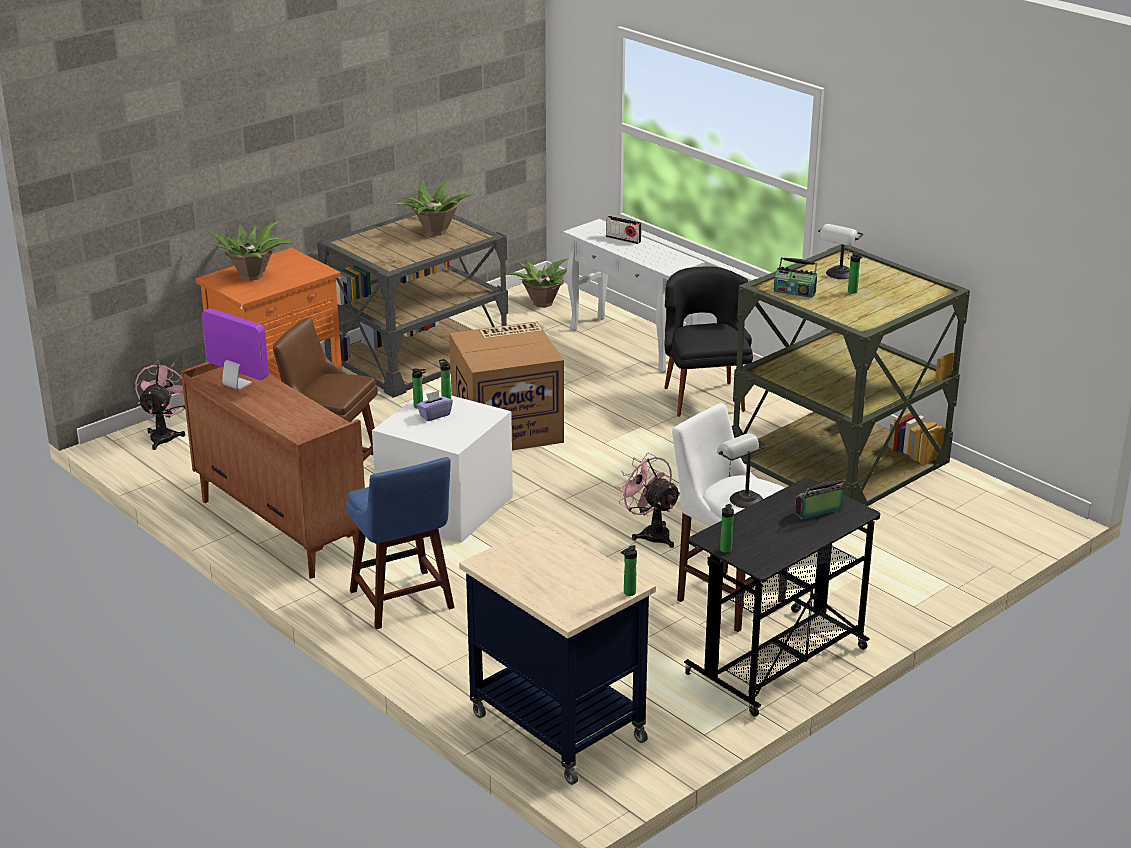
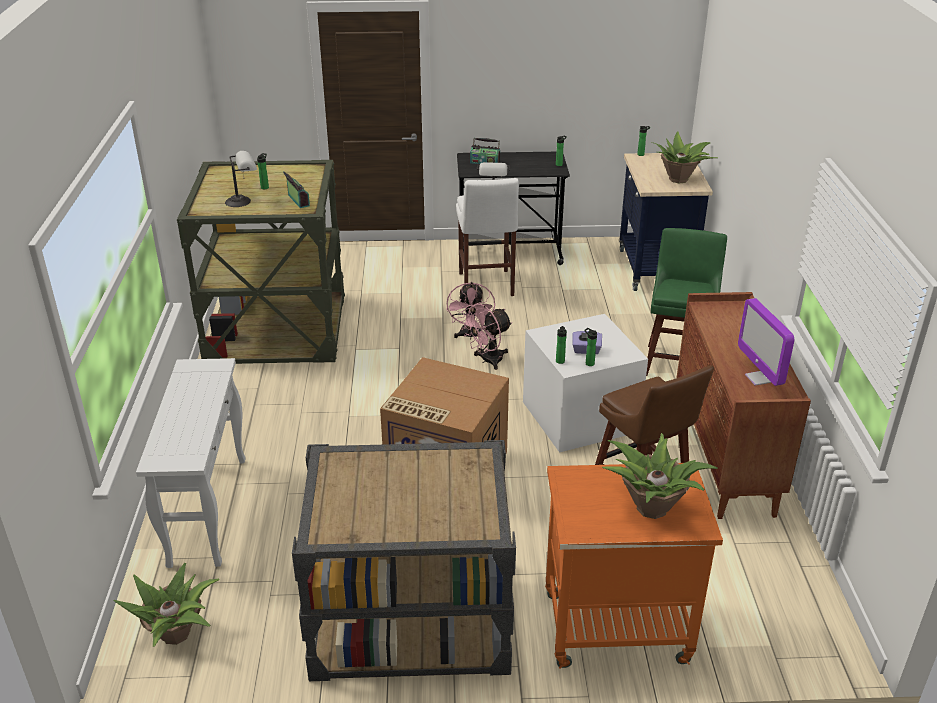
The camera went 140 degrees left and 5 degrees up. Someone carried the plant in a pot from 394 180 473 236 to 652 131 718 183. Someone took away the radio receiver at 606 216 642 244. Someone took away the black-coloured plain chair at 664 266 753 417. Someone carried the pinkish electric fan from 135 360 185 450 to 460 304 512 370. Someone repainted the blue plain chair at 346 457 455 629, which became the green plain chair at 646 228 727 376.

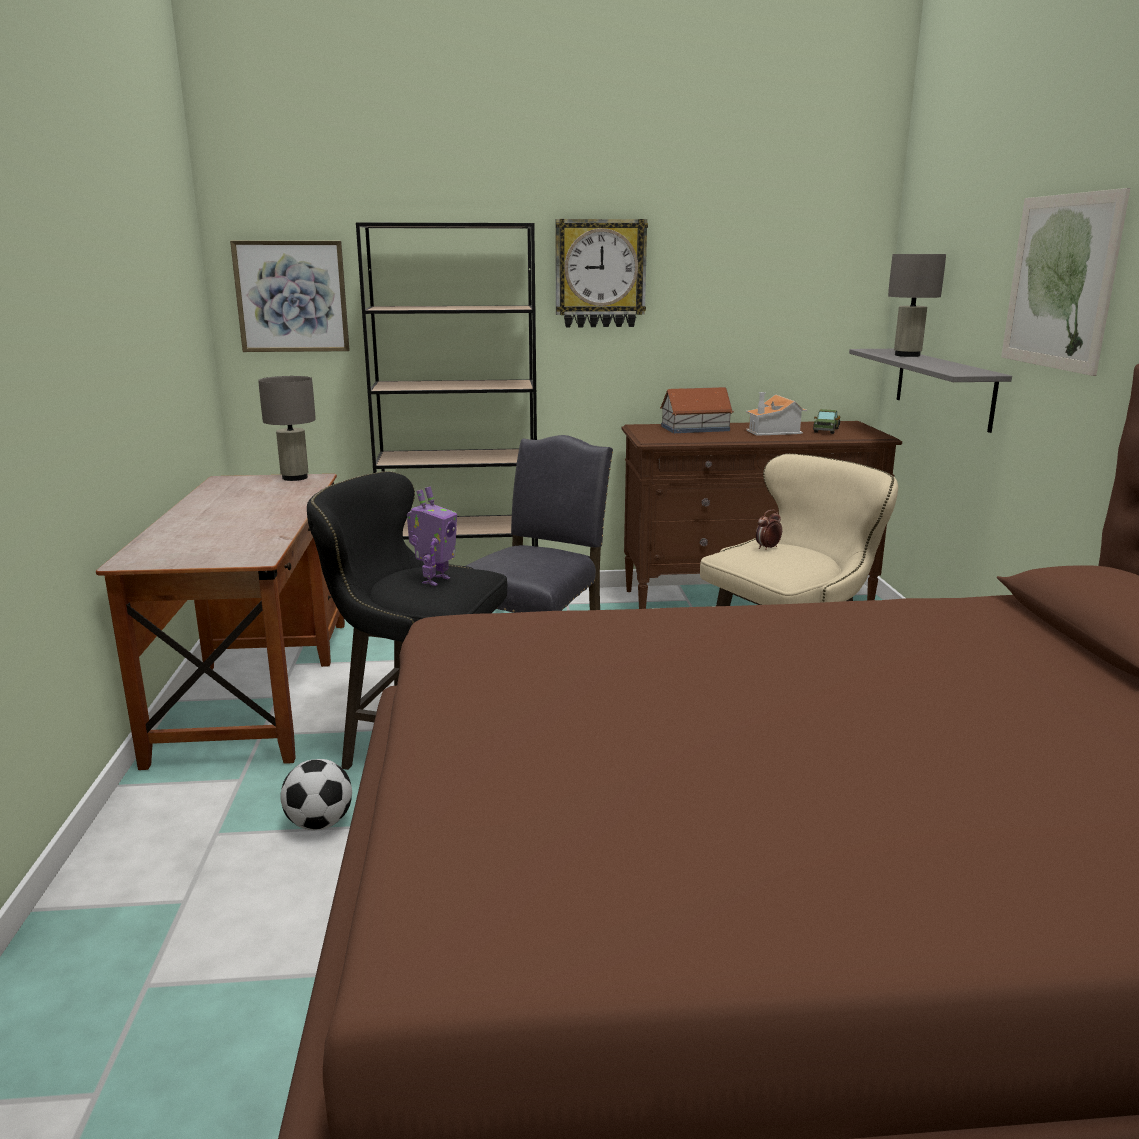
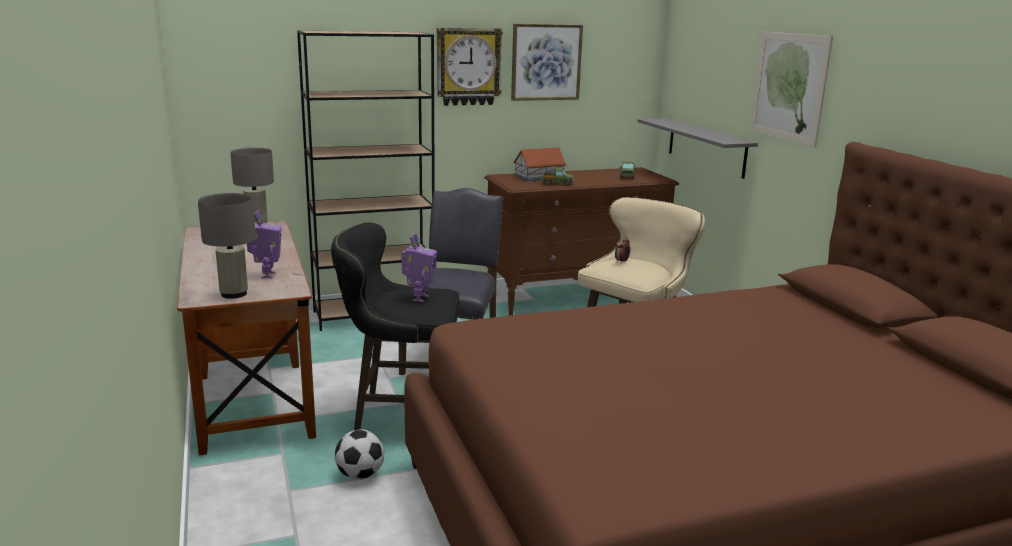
The camera went 15 degrees left and 0 degrees up. Someone carried the wall art from 230 241 349 352 to 511 24 583 101. Someone carried the greyish tabletop lamp from 888 254 946 357 to 198 193 256 299. Someone took away the miniature house at 746 392 807 436. Someone put down the model truck at 542 168 574 186. Someone put down the model robot at 247 210 282 279.

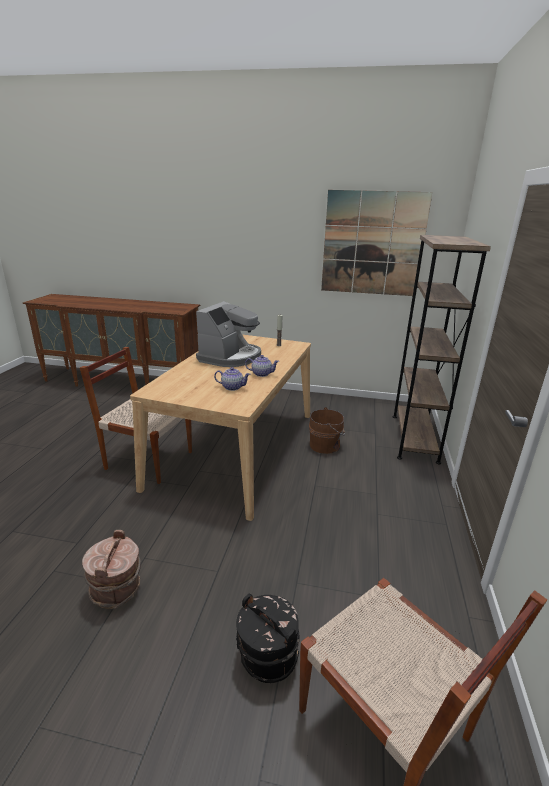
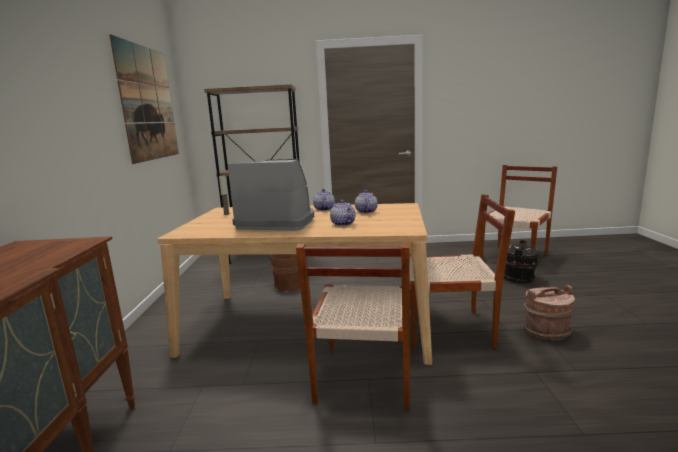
The camera went 100 degrees left and 10 degrees down. Someone put down the plain chair at 409 194 515 349. Someone put down the teapot at 330 200 355 226.

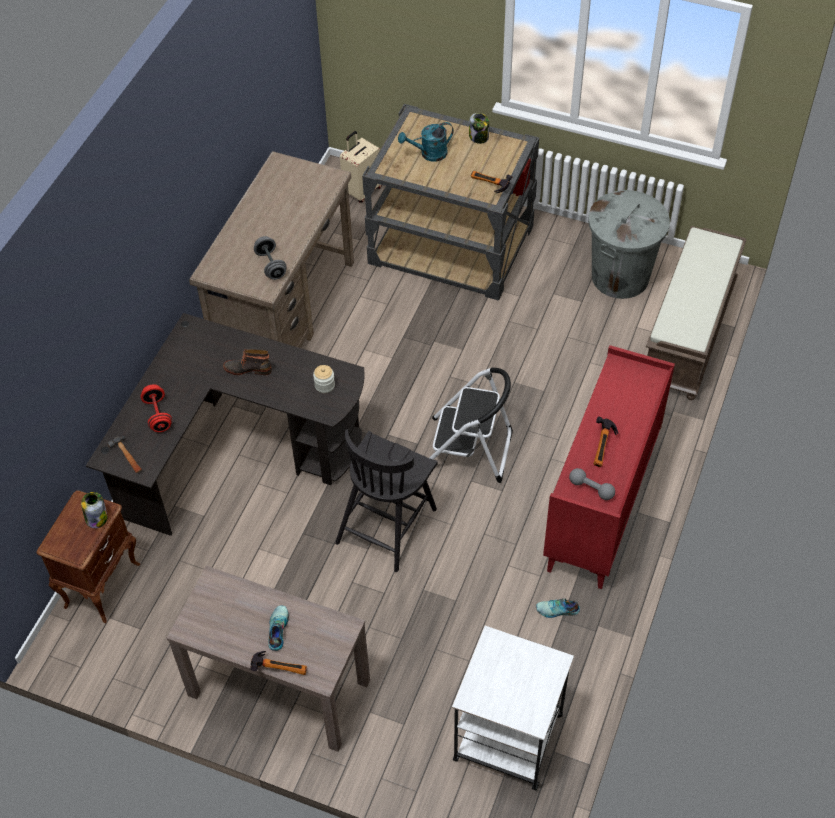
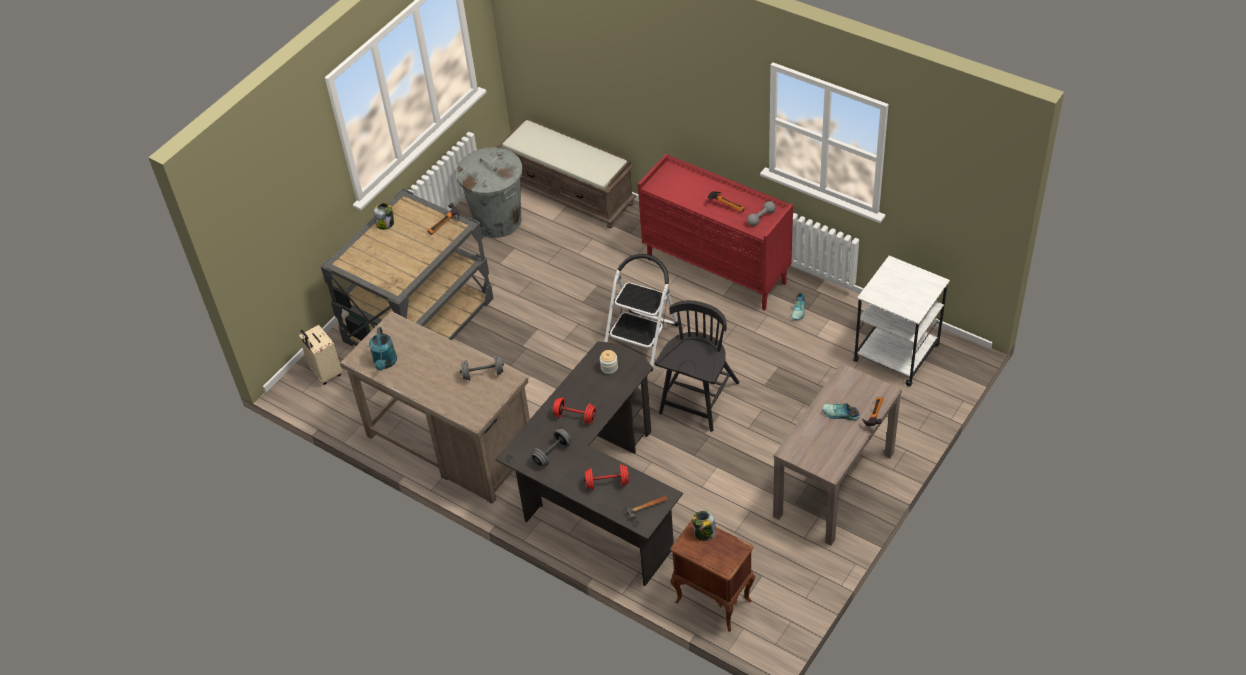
The camera went 75 degrees left and 5 degrees down. Someone carried the turquoise-coloured watering can from 398 122 454 162 to 369 327 397 370. Someone swapped the boot at 223 349 272 375 for the reddish dumbbell at 553 398 596 424. Someone rotated the black-coloured plain chair at 335 428 438 572 by 105 degrees counterclockwise. Someone put down the greyish dumbbell at 531 429 571 467.

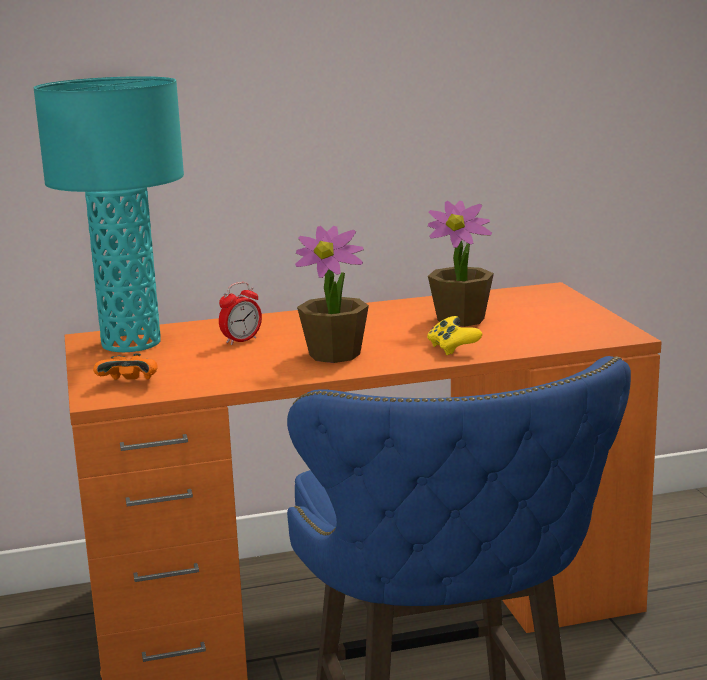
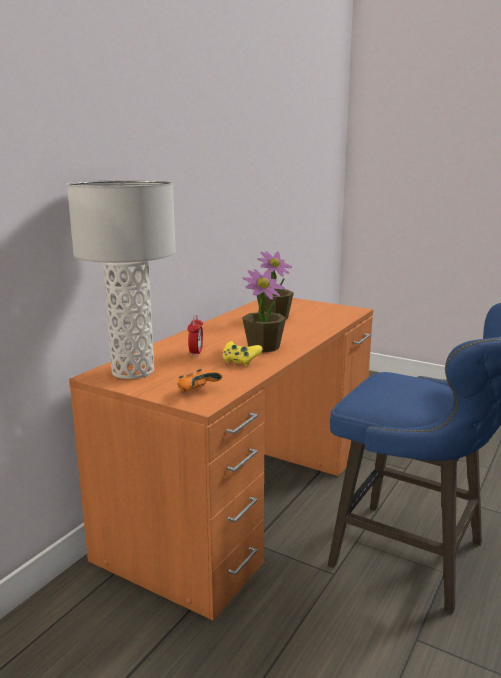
The camera went 45 degrees left and 0 degrees up. Someone repainted the turquoise-coloured tabletop lamp at 34 76 184 352, which became the whitish tabletop lamp at 67 180 176 379. Someone carried the yellow-coloured game controller from 427 316 482 355 to 223 341 262 367.

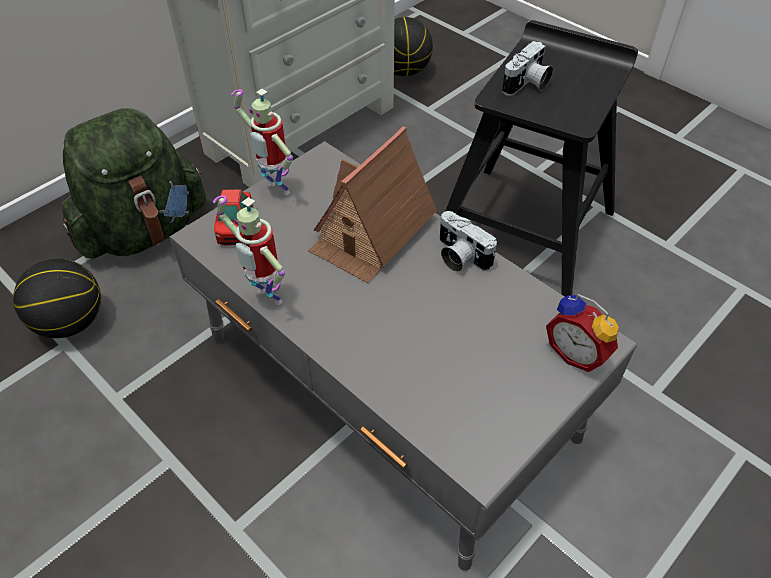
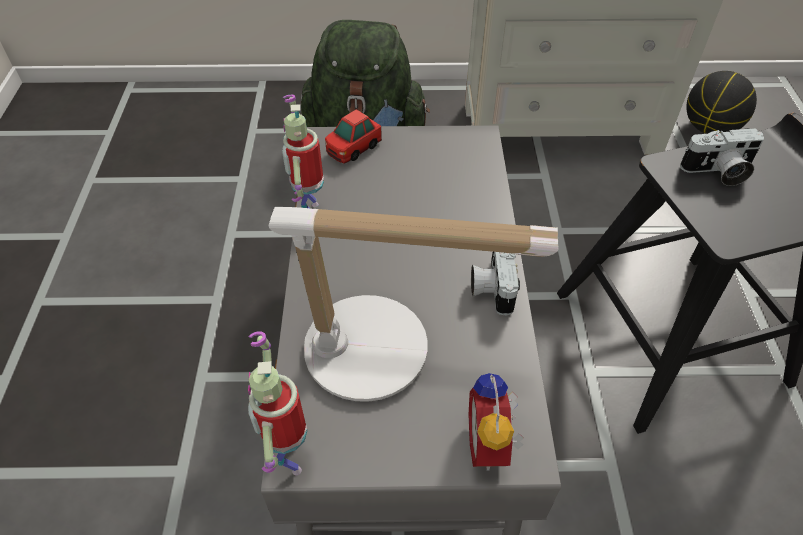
The camera went 45 degrees right and 0 degrees up. Someone carried the model robot from 231 89 293 195 to 248 331 307 475. Someone took away the miniature house at 308 126 437 283. Someone took away the basketball at 13 259 101 338. Someone put down the tabletop lamp at 269 207 558 402.

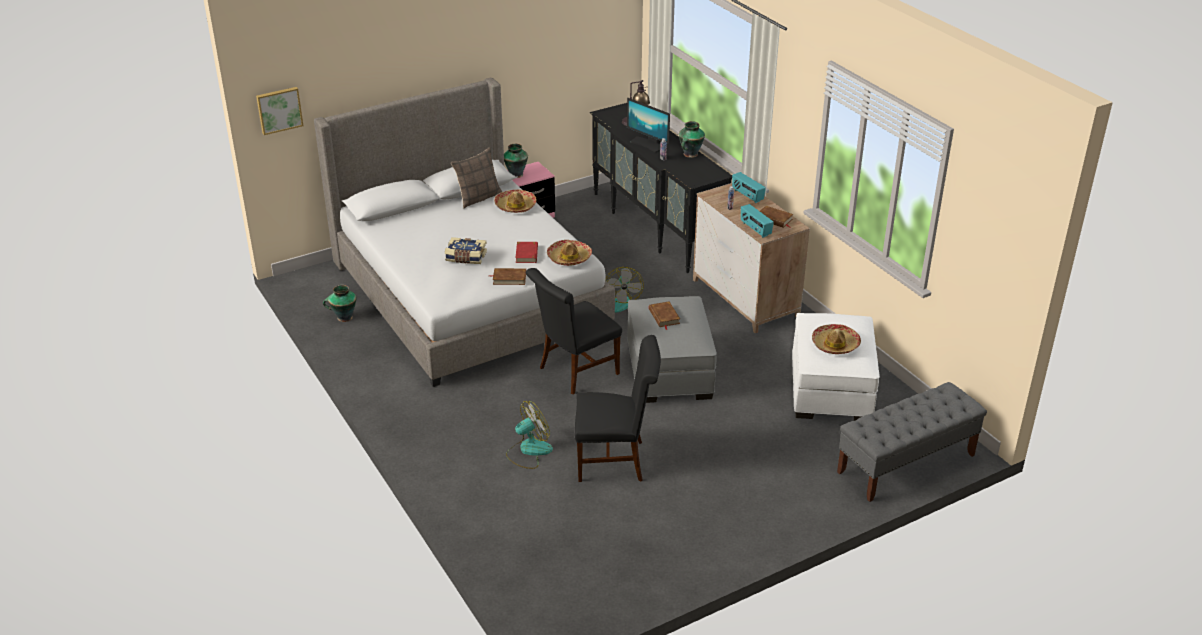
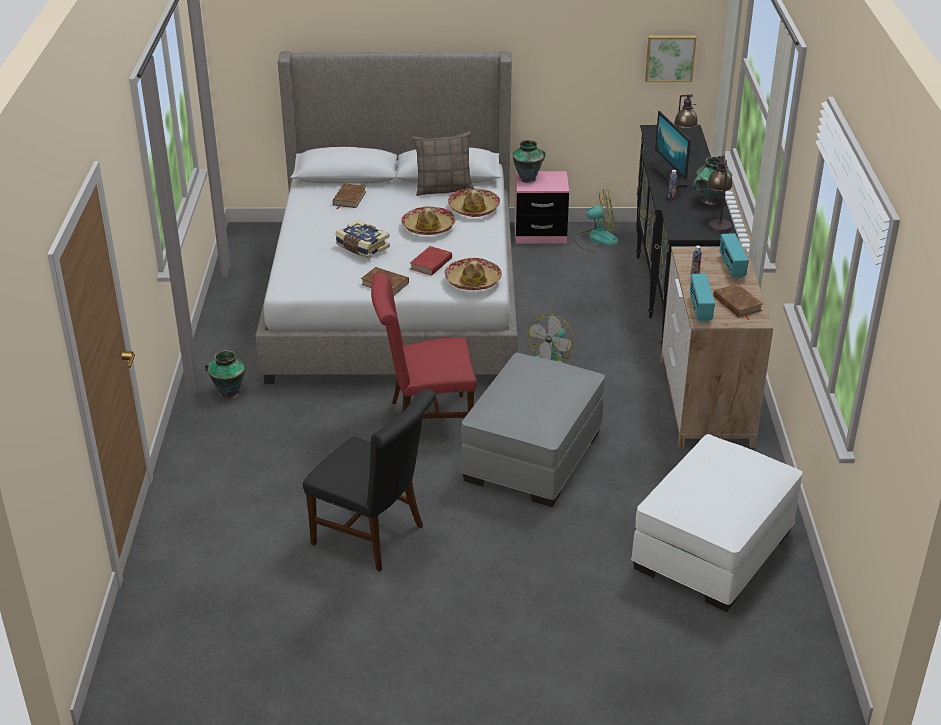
The camera went 30 degrees right and 0 degrees up. Someone carried the wall art from 256 87 303 135 to 645 36 696 82. Someone repainted the black-coloured plain chair at 526 268 622 395, which became the reddish plain chair at 371 273 477 419. Someone carried the flower vase from 323 285 357 322 to 205 350 245 399. Someone carried the brown-coloured book from 649 302 680 330 to 333 183 366 209. Someone carried the wearable hat from 812 324 861 354 to 401 206 455 235. Someone took away the greyish long seat at 837 382 987 502. Someone carried the electric fan from 506 401 553 469 to 573 189 618 252. Someone put down the tabletop lamp at 707 155 733 234.

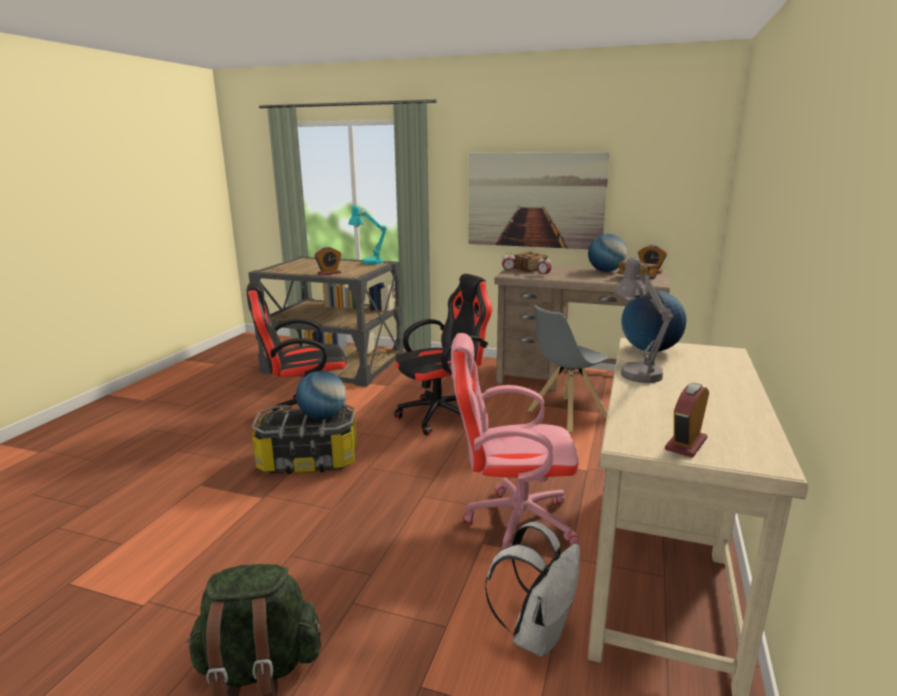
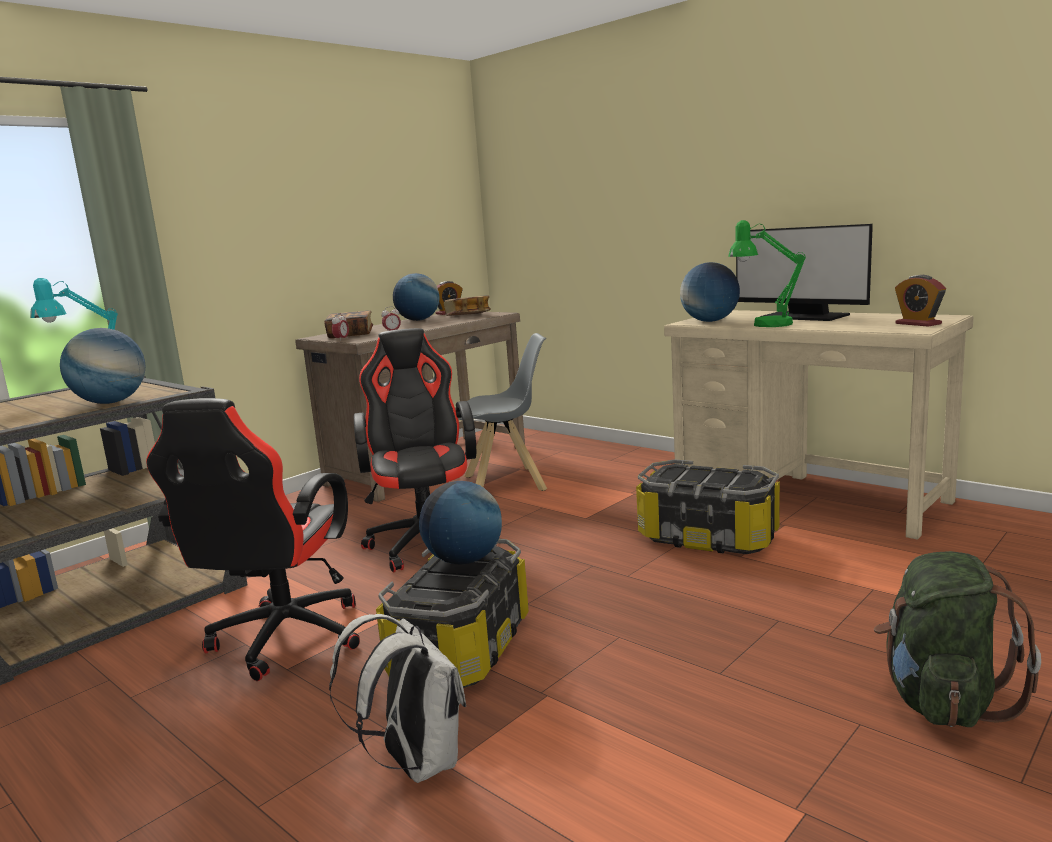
The camera went 65 degrees left and 5 degrees down. Someone took away the wall art at 469 152 610 249. Someone swapped the table clock at 314 247 341 276 for the globe at 60 328 145 404. Someone repainted the greyish tabletop lamp at 615 257 674 383, which became the green tabletop lamp at 728 220 806 327. Someone rotated the greyish plain chair at 527 305 610 433 by 90 degrees counterclockwise. Someone swapped the pinkish office chair at 451 333 579 560 for the storage container at 636 459 780 554. Someone carried the whitish knapsack from 485 521 580 657 to 329 614 466 783. Someone put down the monitor at 736 224 873 321.

